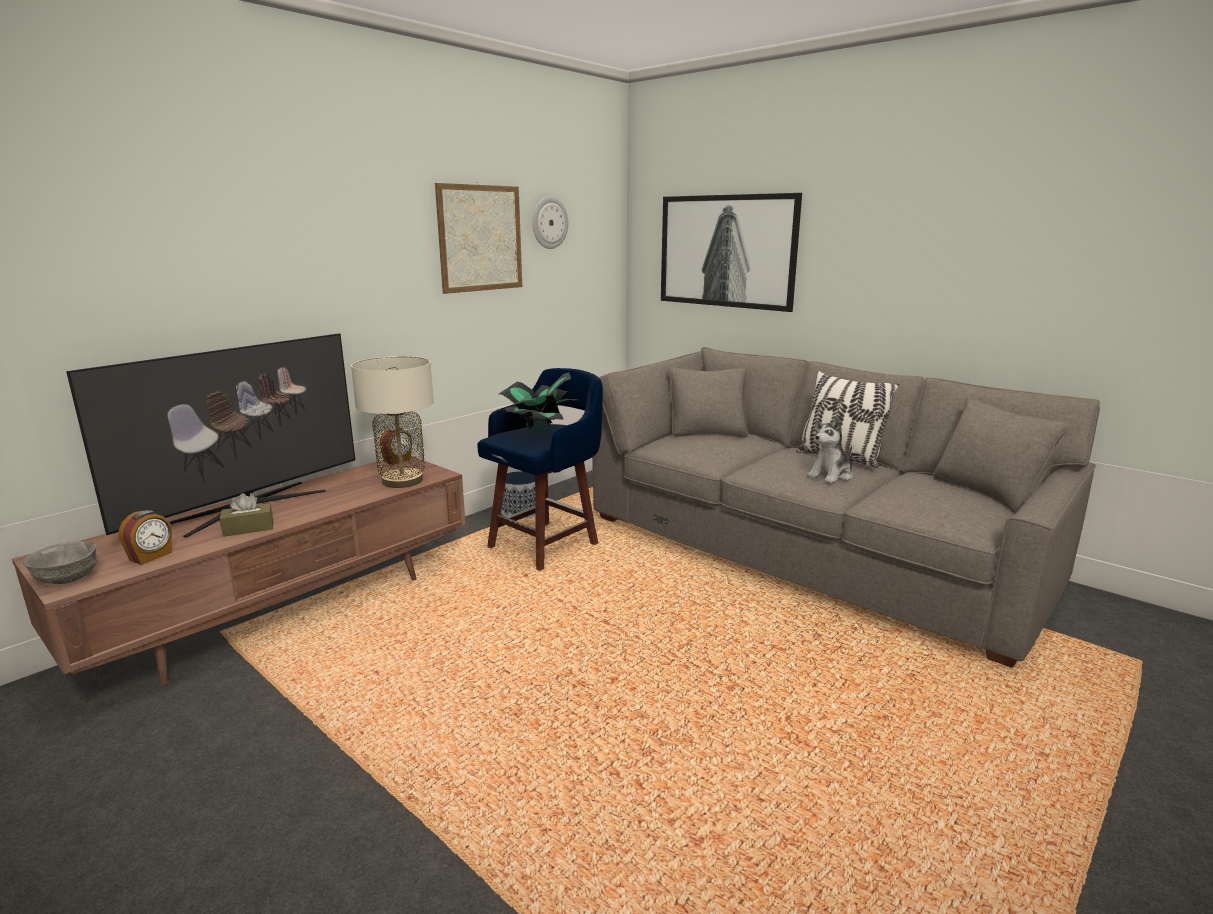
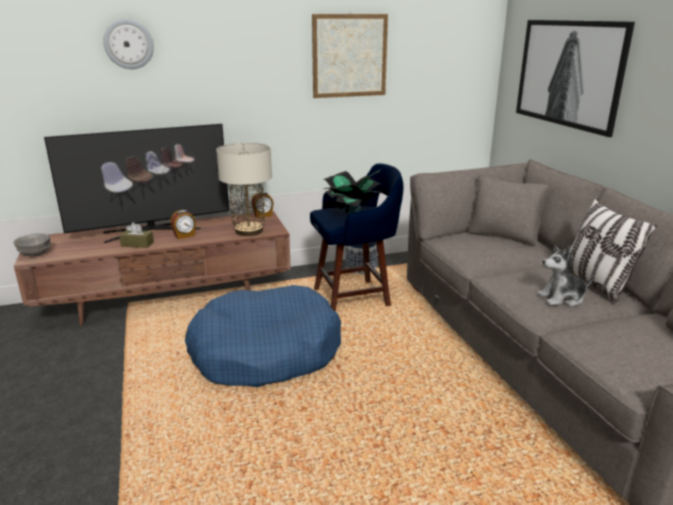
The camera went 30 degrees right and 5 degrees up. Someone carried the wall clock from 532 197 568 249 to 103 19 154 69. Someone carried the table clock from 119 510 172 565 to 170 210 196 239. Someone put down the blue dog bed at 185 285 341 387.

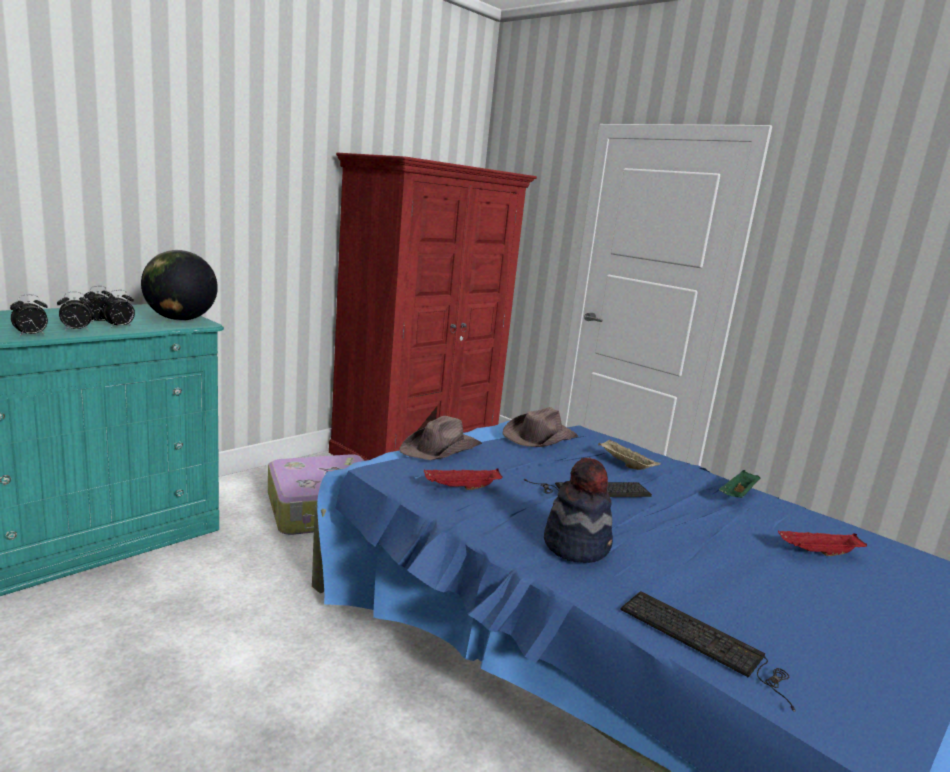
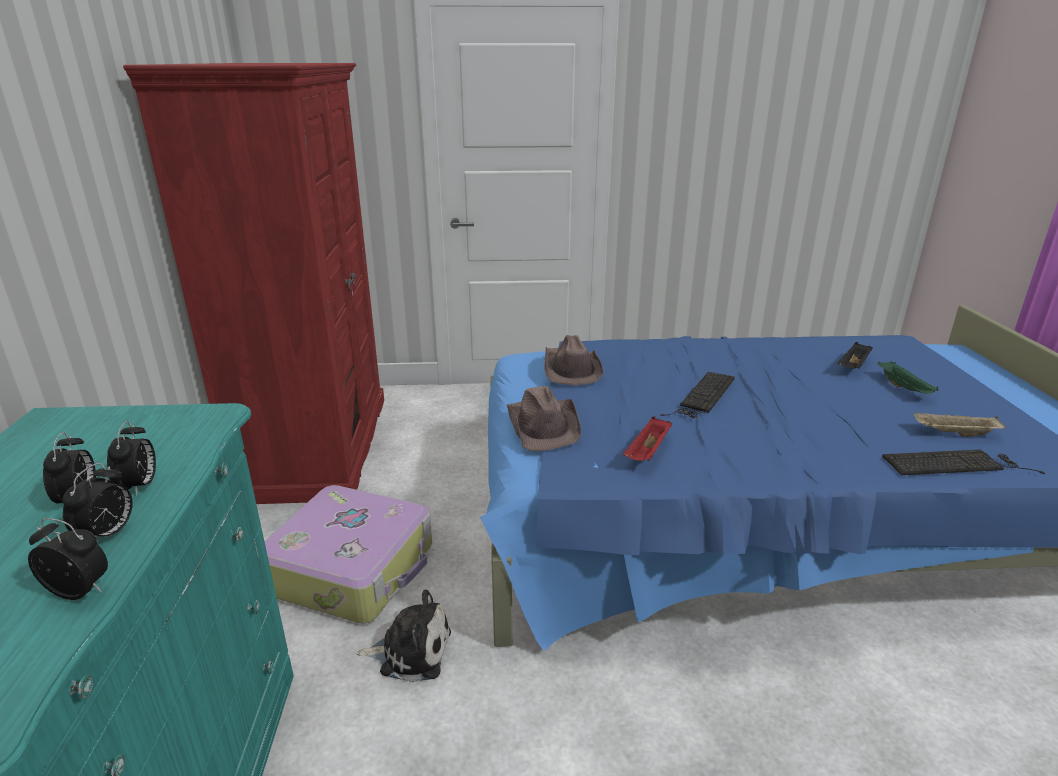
The camera went 45 degrees left and 10 degrees up. Someone took away the globe at 141 250 218 321. Someone rotated the table clock at 10 295 48 336 by 75 degrees counterclockwise. Someone carried the sand-coloured serving tray from 598 440 660 470 to 914 413 1006 437. Someone took away the wearable hat at 544 457 613 563. Someone carried the green serving tray from 719 470 761 498 to 877 361 938 394. Someone repainted the reddish serving tray at 778 531 867 556, which became the black-coloured serving tray at 837 342 873 368. Someone put down the soft toy at 357 590 451 682.

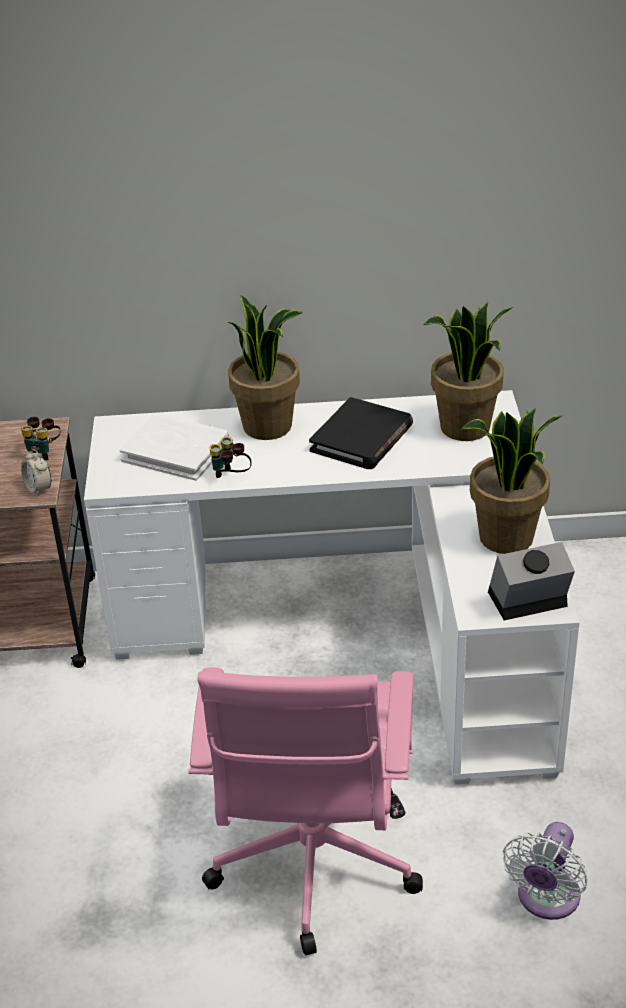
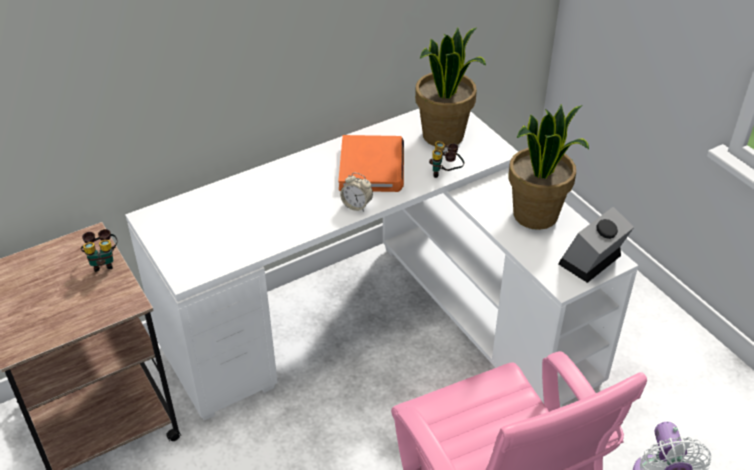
The camera went 30 degrees left and 5 degrees up. Someone took away the plant in a pot at 227 295 303 440. Someone repainted the black-coloured book at 309 397 413 469, which became the orange-coloured book at 338 135 404 192. Someone took away the whitish book at 119 413 229 481. Someone carried the binoculars from 209 437 252 478 to 429 141 464 178. Someone carried the table clock from 21 449 51 496 to 340 173 373 212.

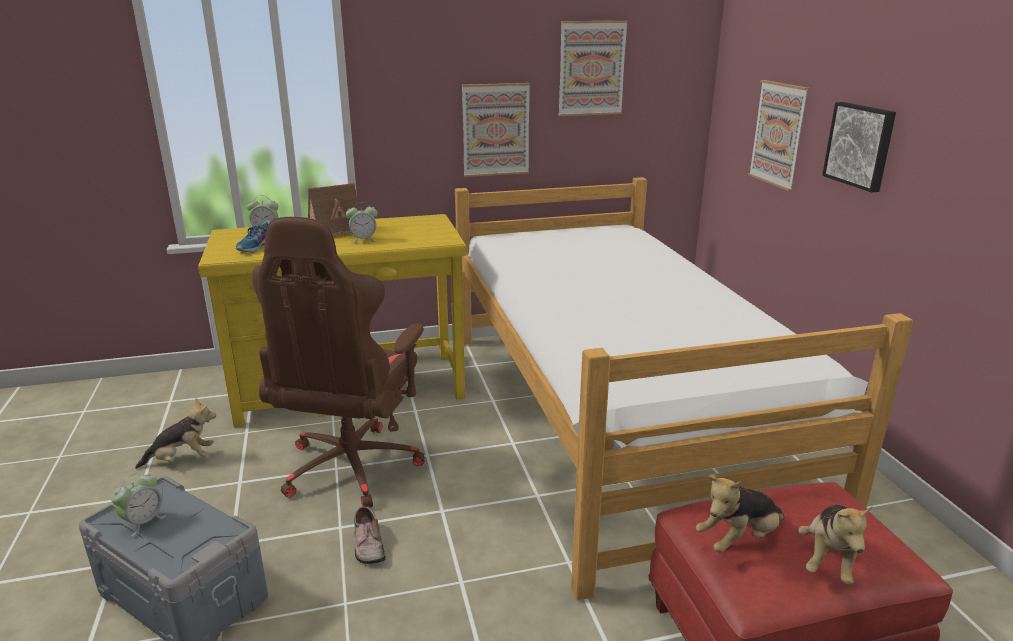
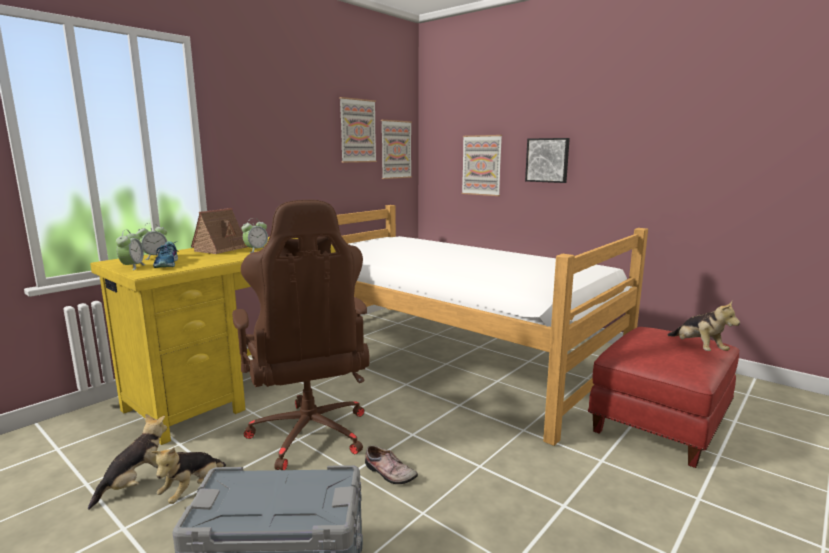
The camera went 35 degrees left and 10 degrees down. Someone carried the wall art from 462 83 530 177 to 381 120 412 179. Someone carried the table clock from 111 473 167 537 to 116 230 146 270. Someone carried the soft toy from 696 476 785 553 to 151 448 226 504.

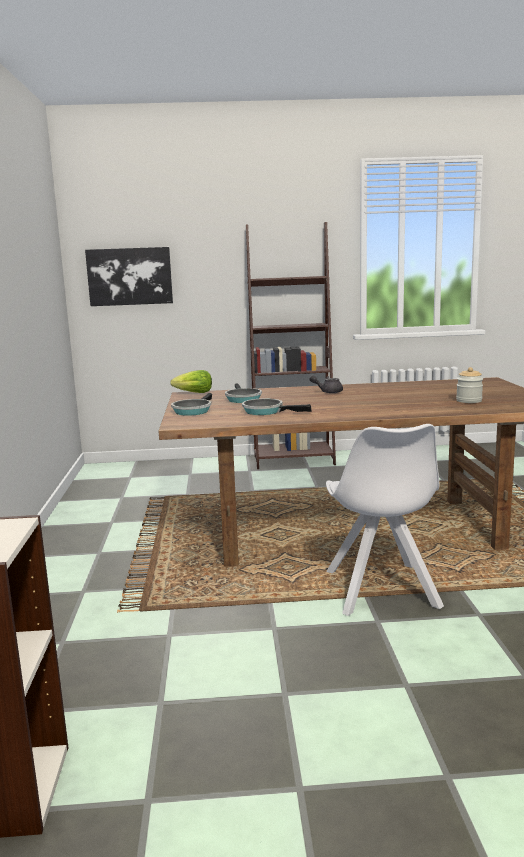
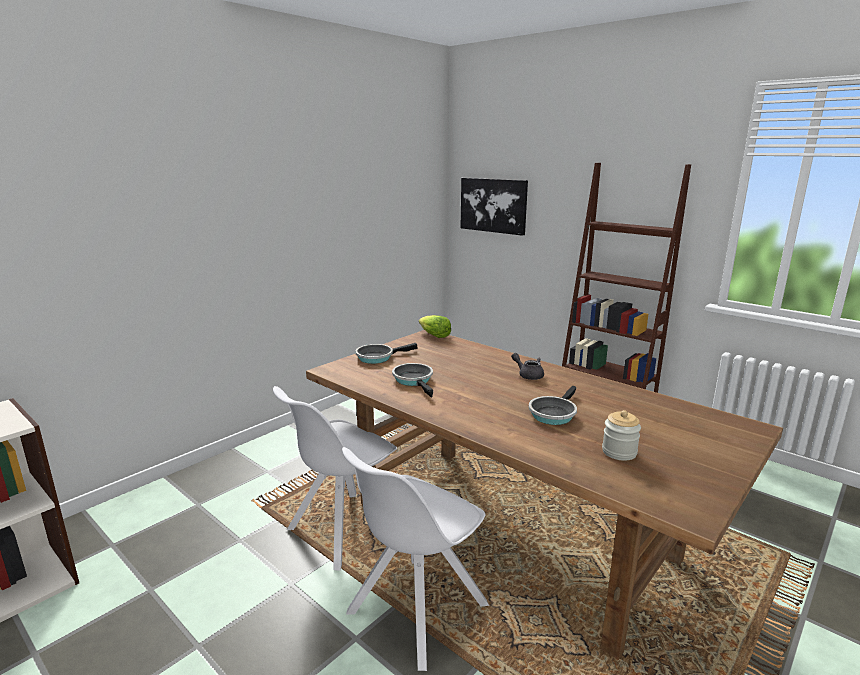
The camera went 45 degrees right and 5 degrees up. Someone carried the frying pan from 225 383 262 403 to 529 386 577 425. Someone put down the whitish plain chair at 273 386 397 571.

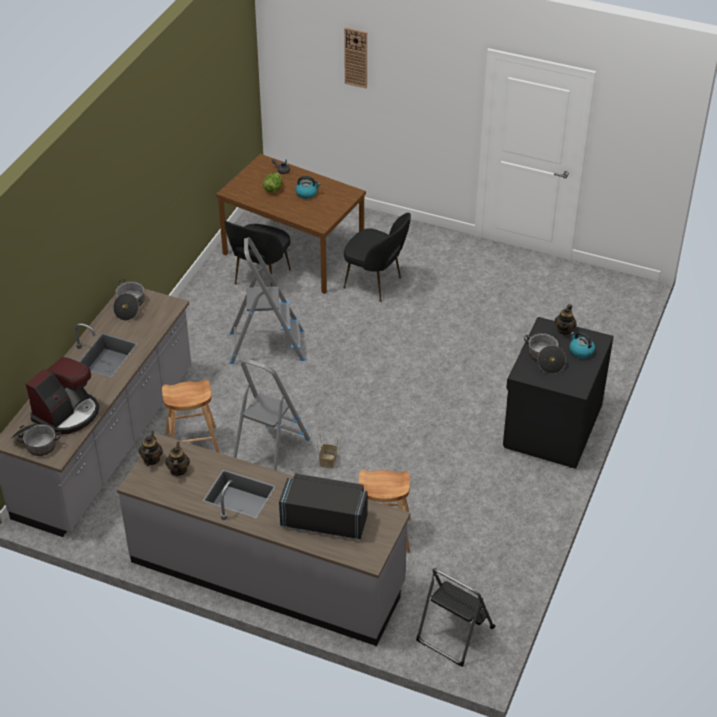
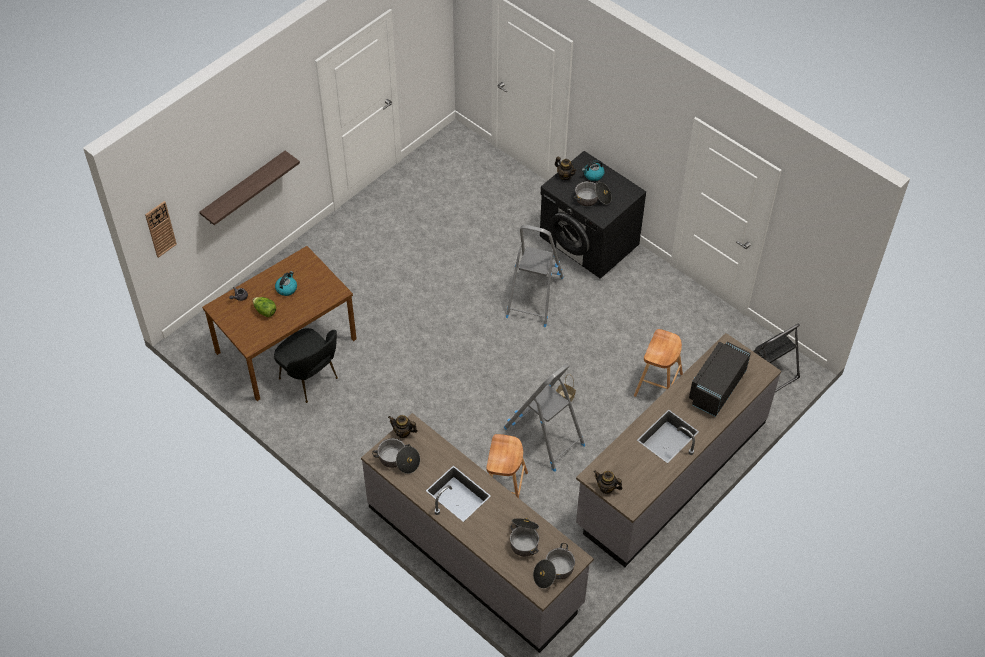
The camera went 70 degrees left and 10 degrees up. Someone carried the wall clock from 344 27 367 88 to 145 201 177 258. Someone took away the black-coloured plain chair at 343 213 411 302. Someone carried the greyish stepladder from 229 237 305 364 to 506 225 563 327. Someone swapped the coffee machine at 26 357 99 434 for the cooking pot at 510 518 539 556. Someone carried the teapot from 165 442 190 477 to 388 415 418 438. Someone put up the bracket shelf at 199 151 300 225.

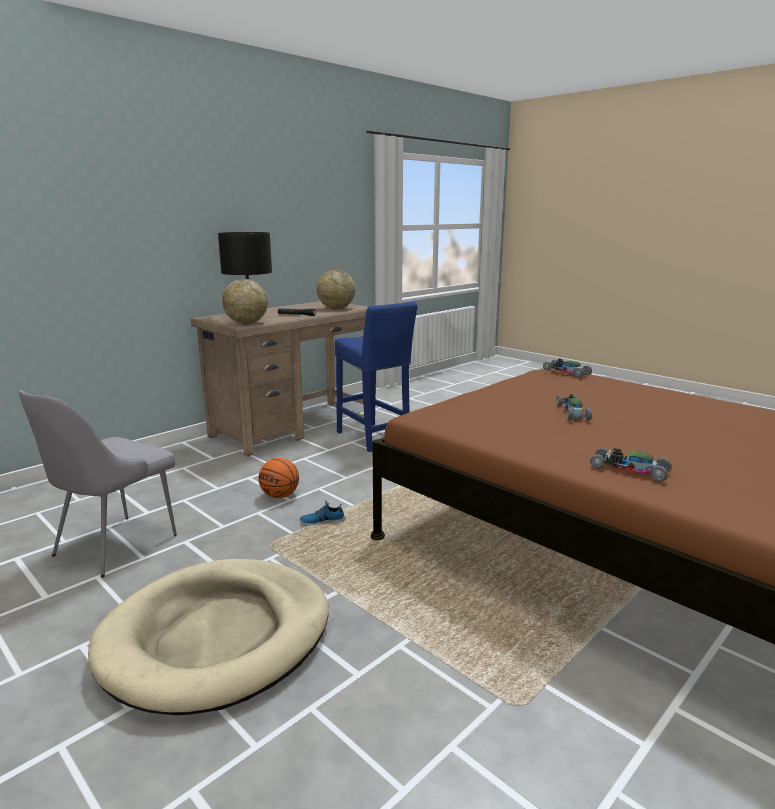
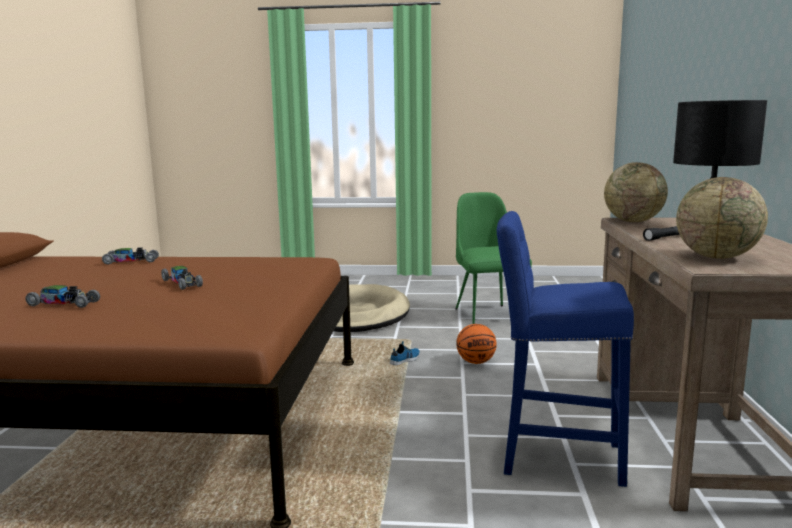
The camera went 140 degrees right and 5 degrees down. Someone carried the toy car from 543 358 592 378 to 25 285 100 308. Someone repainted the greyish plain chair at 18 390 177 578, which became the green plain chair at 455 192 532 324.

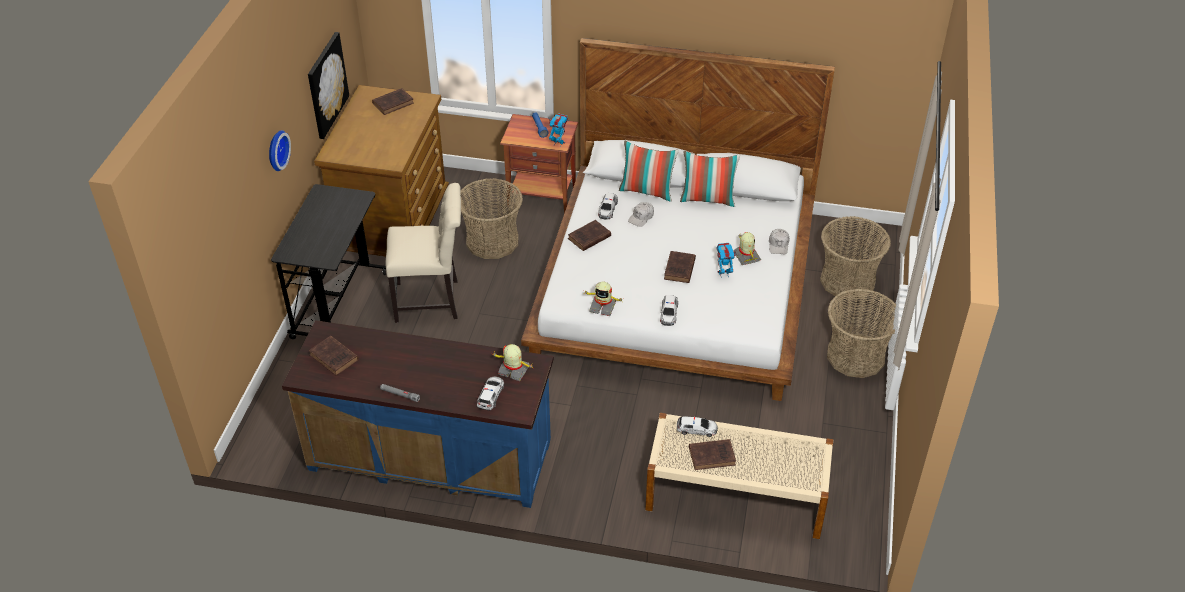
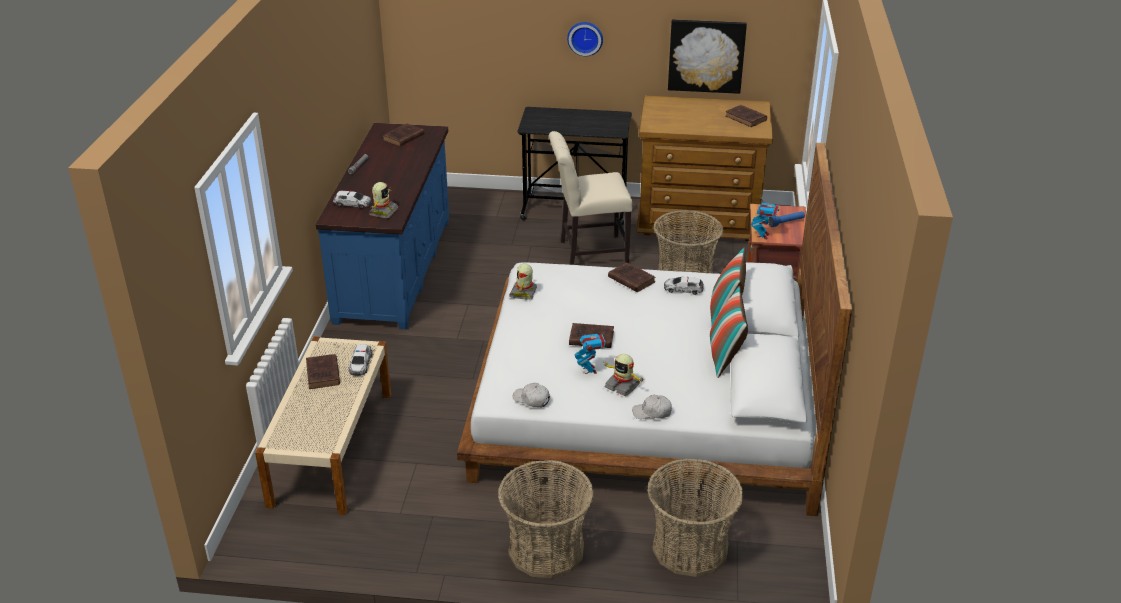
The camera went 85 degrees right and 10 degrees down. Someone rotated the sand-coloured plain chair at 385 183 461 323 by 90 degrees clockwise. Someone carried the whitish baseball cap from 628 202 654 227 to 512 383 550 408. Someone rotated the model robot at 734 232 761 265 by 60 degrees clockwise. Someone took away the toy car at 660 295 678 326.

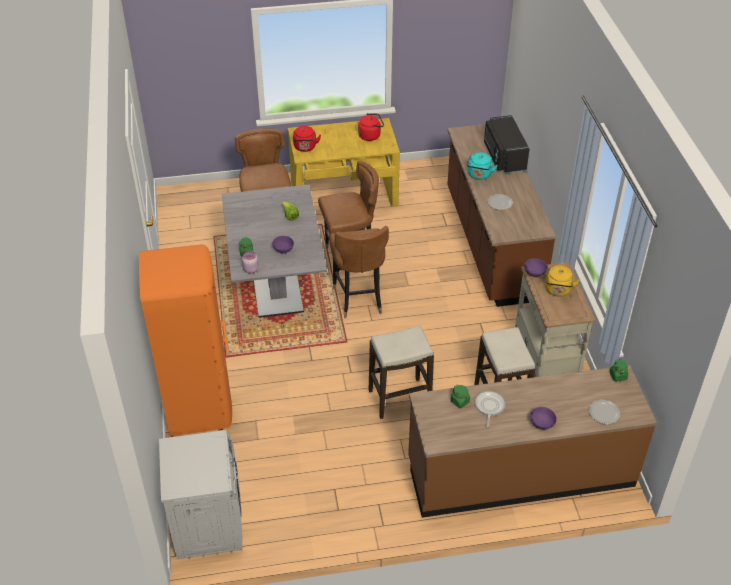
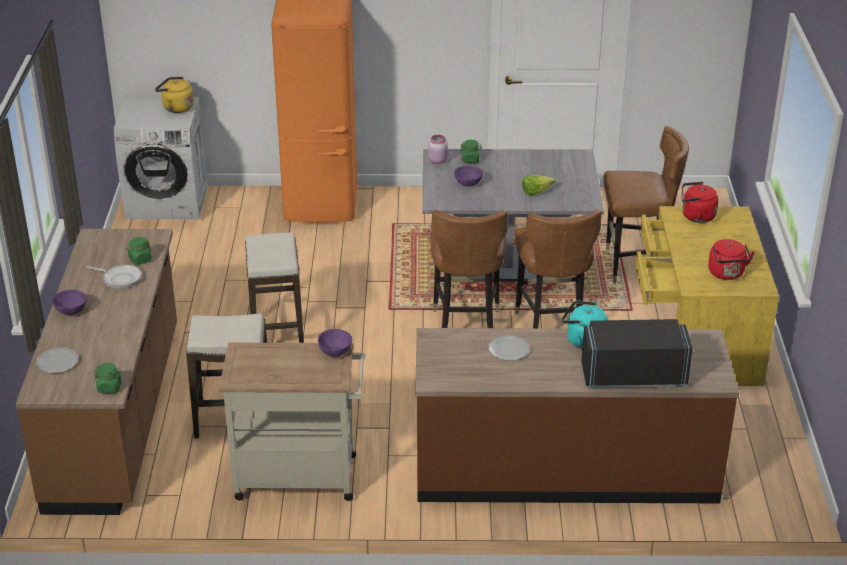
The camera went 100 degrees right and 10 degrees down. Someone rotated the brown-coloured plain chair at 329 226 389 318 by 90 degrees counterclockwise. Someone carried the yellow-coloured tea kettle from 545 265 580 297 to 155 77 194 113.

